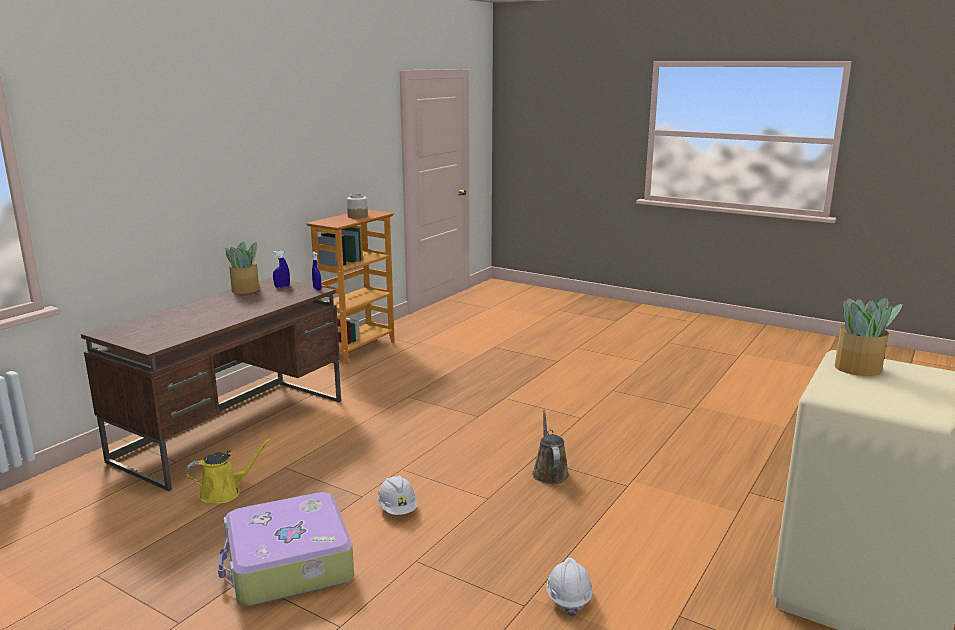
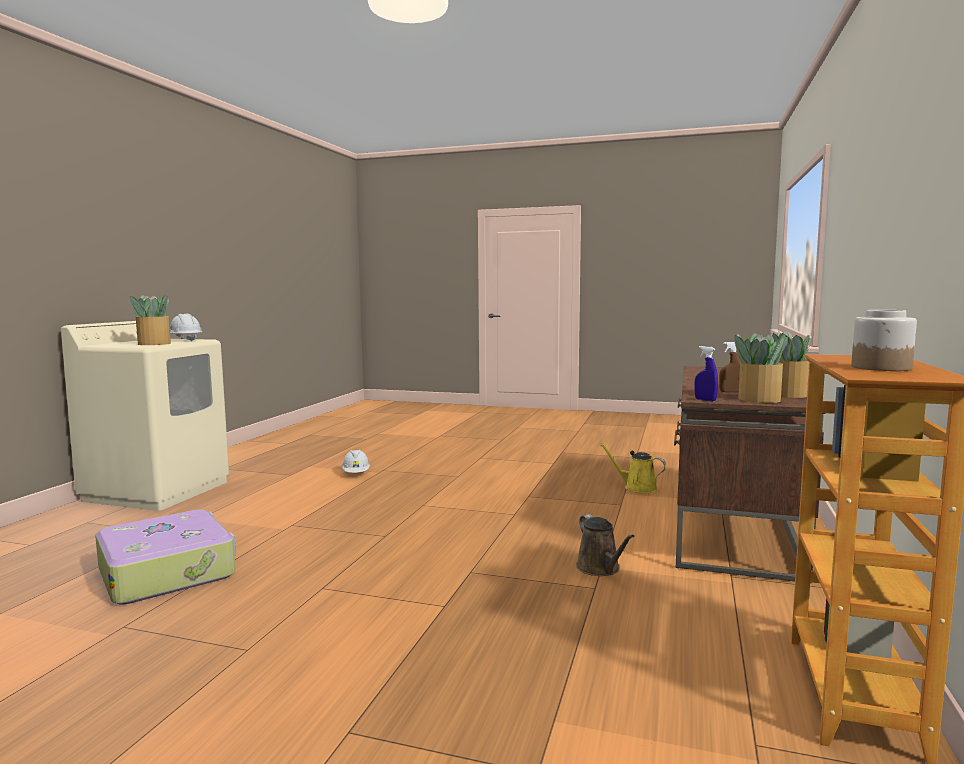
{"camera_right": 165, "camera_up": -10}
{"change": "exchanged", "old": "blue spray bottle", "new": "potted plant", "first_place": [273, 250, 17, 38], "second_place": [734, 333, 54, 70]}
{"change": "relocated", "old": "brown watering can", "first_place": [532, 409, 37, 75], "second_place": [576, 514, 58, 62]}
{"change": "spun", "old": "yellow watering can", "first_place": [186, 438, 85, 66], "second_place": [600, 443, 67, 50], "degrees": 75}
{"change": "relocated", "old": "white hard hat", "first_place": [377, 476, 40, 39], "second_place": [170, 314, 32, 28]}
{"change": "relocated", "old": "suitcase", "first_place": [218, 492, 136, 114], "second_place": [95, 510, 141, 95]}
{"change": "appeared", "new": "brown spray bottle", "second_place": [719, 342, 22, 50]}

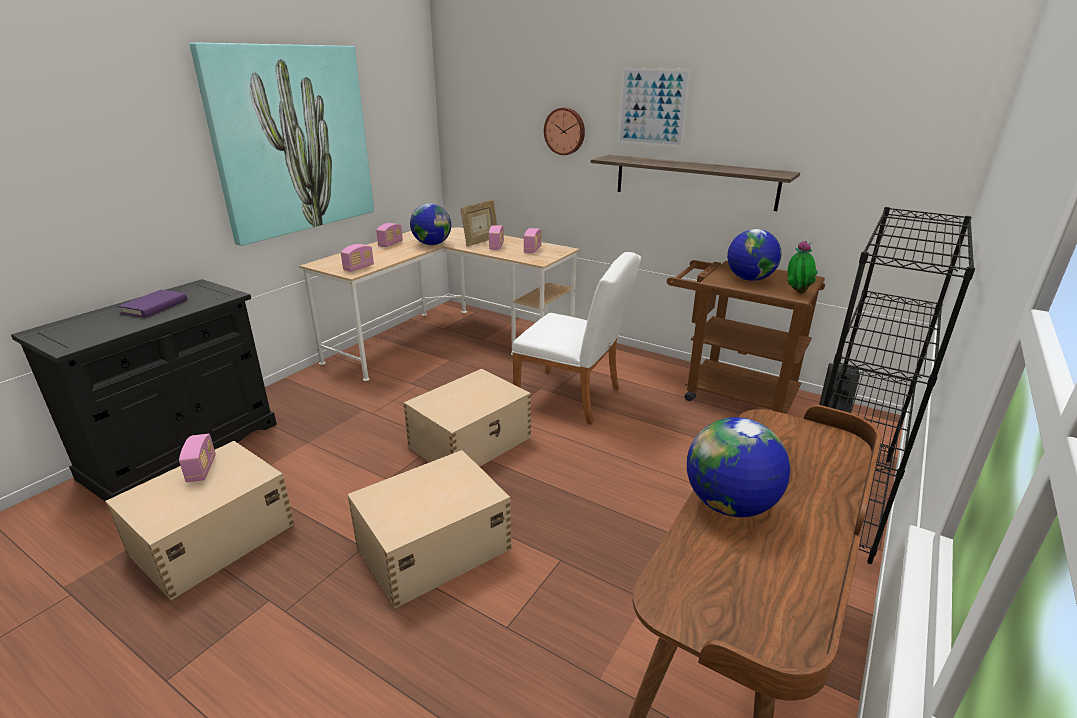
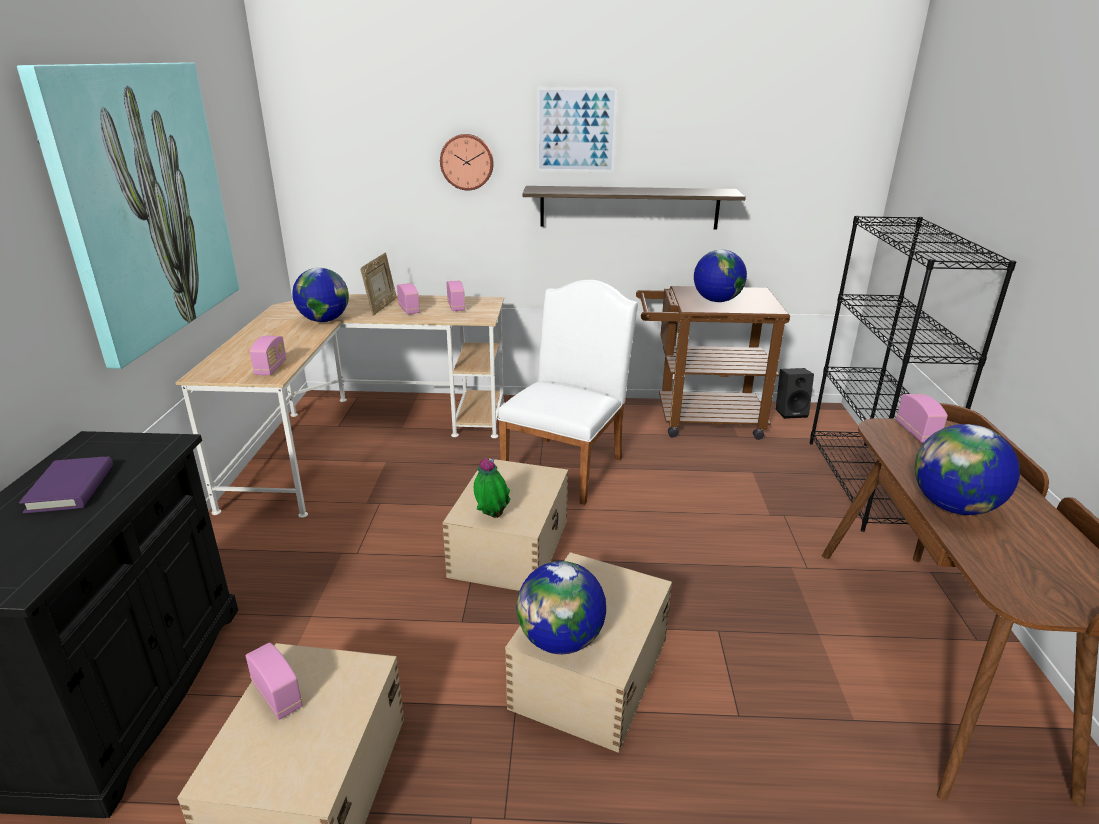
{"camera_right": -30, "camera_up": 0}
{"change": "relocated", "old": "radio", "first_place": [376, 223, 27, 24], "second_place": [896, 394, 52, 49]}
{"change": "relocated", "old": "potted plant", "first_place": [787, 241, 31, 52], "second_place": [474, 458, 37, 60]}
{"change": "spun", "old": "white chair", "first_place": [512, 252, 129, 173], "second_place": [498, 280, 140, 225], "degrees": -60}
{"change": "appeared", "new": "globe", "second_place": [516, 561, 90, 93]}

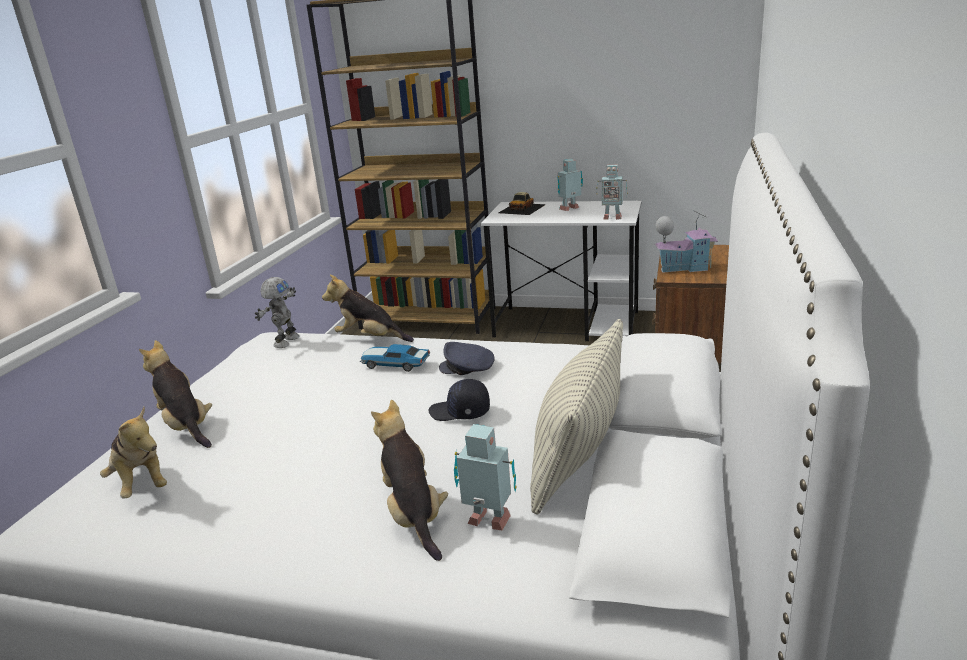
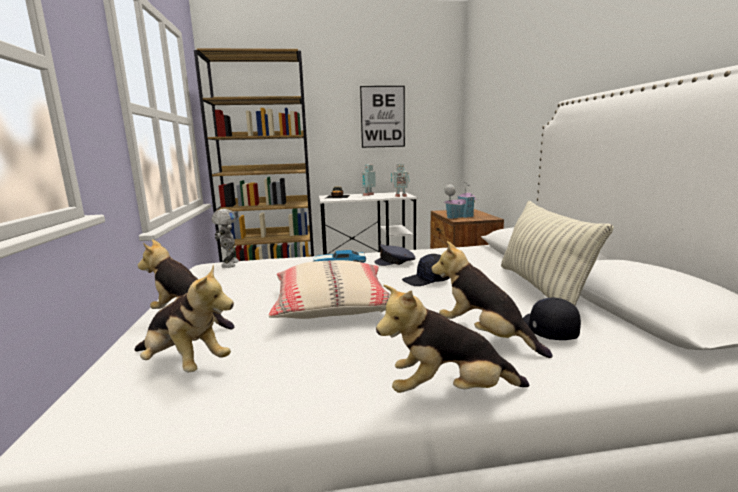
{"camera_right": -25, "camera_up": -10}
{"change": "relocated", "old": "plush toy", "first_place": [322, 275, 92, 67], "second_place": [376, 285, 153, 108]}
{"change": "exchanged", "old": "toy robot", "new": "black cap", "first_place": [454, 424, 62, 107], "second_place": [523, 298, 58, 42]}
{"change": "appeared", "new": "picture", "second_place": [360, 86, 45, 62]}
{"change": "appeared", "new": "beige pillow", "second_place": [269, 260, 122, 59]}

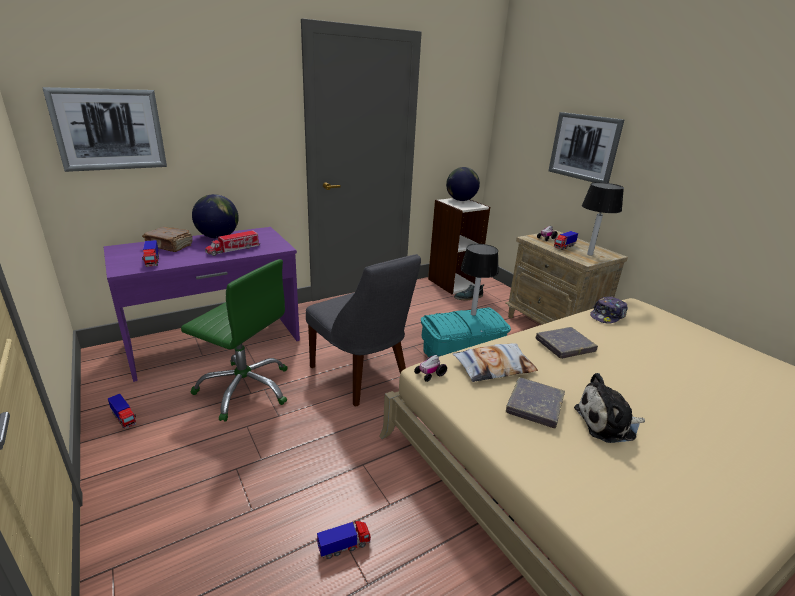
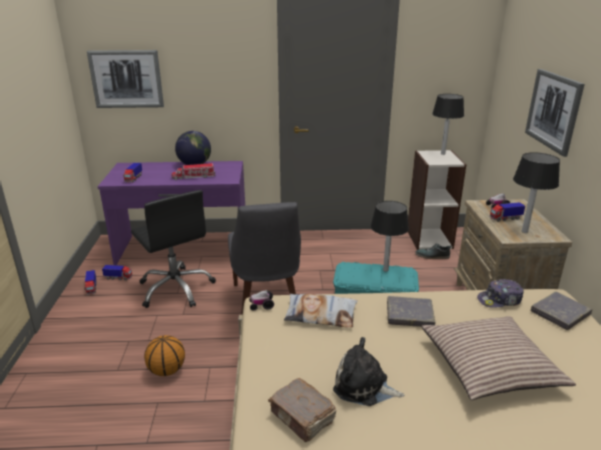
{"camera_right": 30, "camera_up": 0}
{"change": "exchanged", "old": "globe", "new": "table lamp", "first_place": [446, 167, 34, 34], "second_place": [432, 94, 32, 61]}
{"change": "relocated", "old": "brown book", "first_place": [142, 227, 51, 25], "second_place": [268, 378, 68, 64]}
{"change": "colour", "old": "green office chair", "new": "black office chair", "first_place": [181, 259, 107, 162], "second_place": [131, 190, 85, 118]}
{"change": "relocated", "old": "grey book", "first_place": [506, 377, 59, 51], "second_place": [531, 291, 61, 39]}
{"change": "relocated", "old": "toy truck", "first_place": [317, 521, 54, 38], "second_place": [102, 265, 30, 16]}
{"change": "appeared", "new": "pillow", "second_place": [421, 316, 155, 84]}
{"change": "appeared", "new": "basketball", "second_place": [144, 335, 41, 41]}

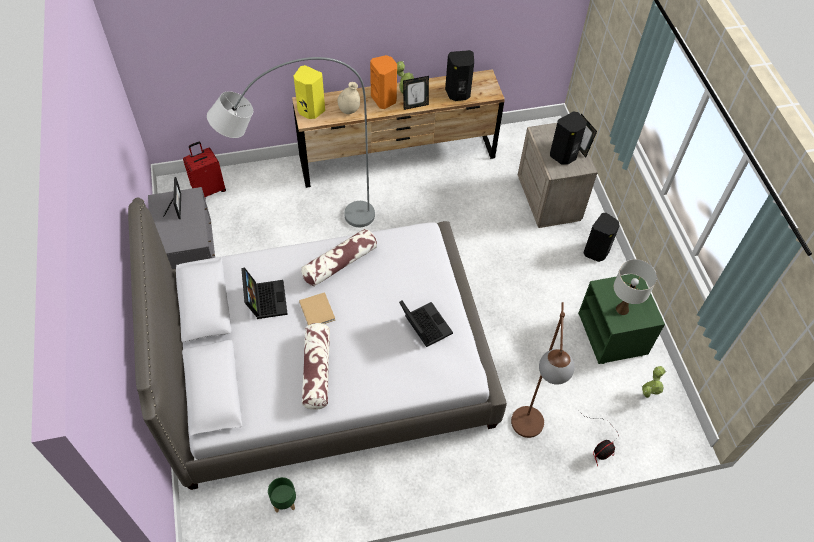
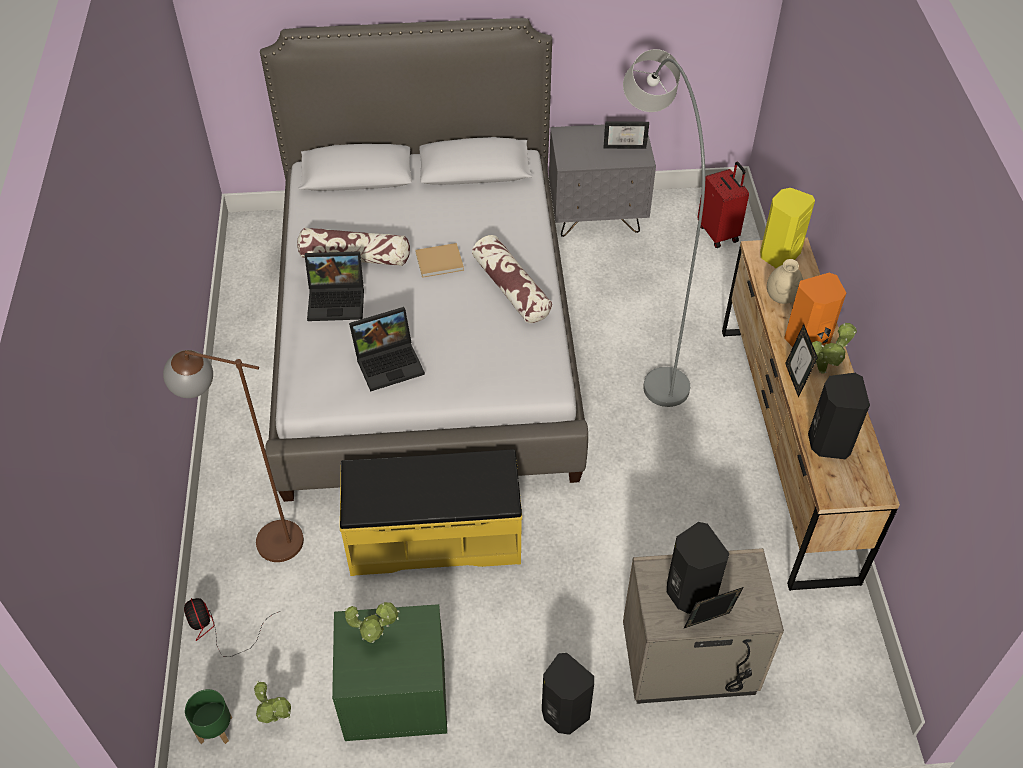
{"camera_right": 100, "camera_up": -5}
{"change": "exchanged", "old": "white table lamp", "new": "potted plant", "first_place": [614, 259, 43, 56], "second_place": [345, 602, 55, 41]}
{"change": "relocated", "old": "laptop", "first_place": [241, 267, 47, 52], "second_place": [305, 251, 59, 70]}
{"change": "relocated", "old": "green planter", "first_place": [268, 477, 28, 36], "second_place": [185, 689, 47, 55]}
{"change": "appeared", "new": "yellow bench", "second_place": [340, 449, 182, 127]}

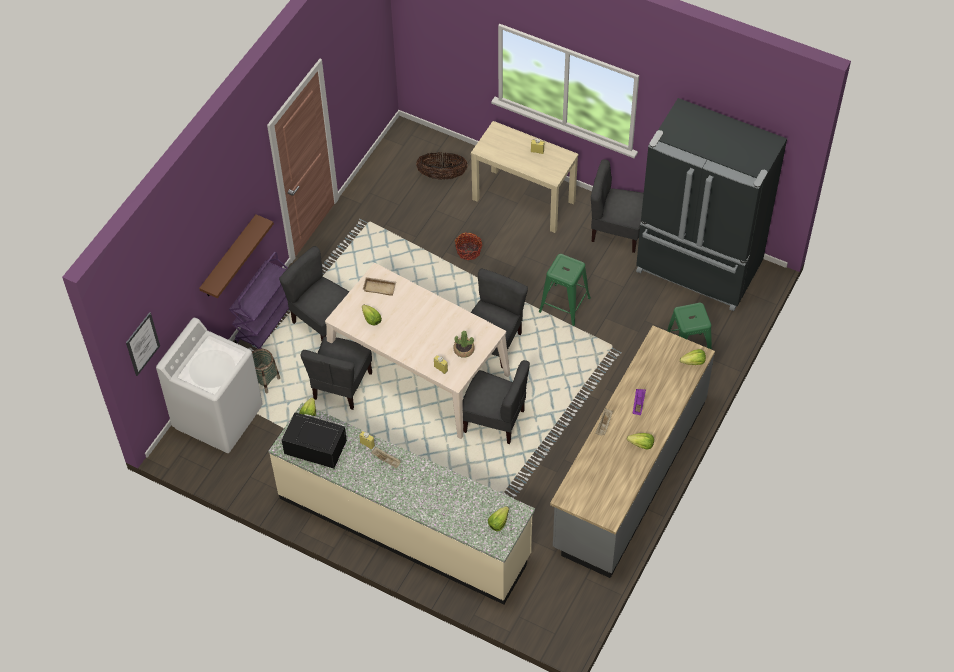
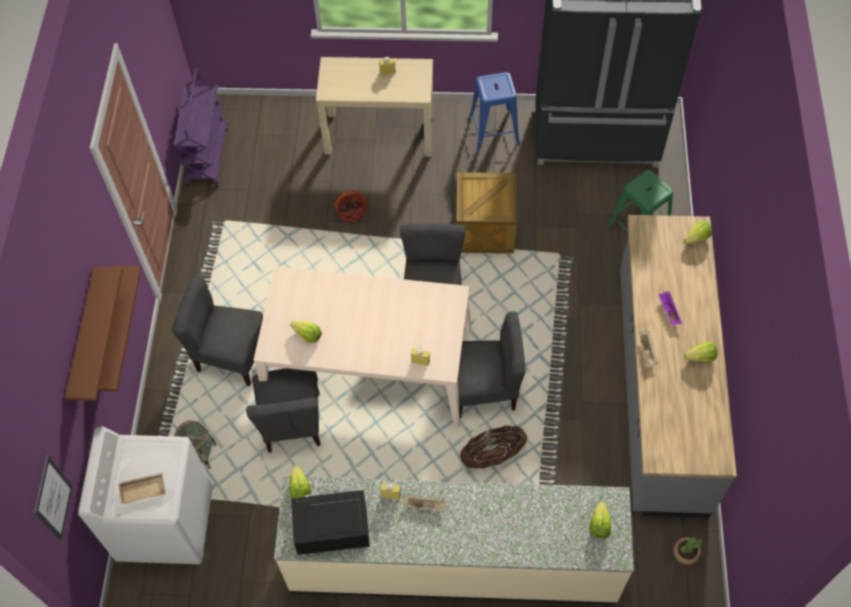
{"camera_right": -25, "camera_up": 5}
{"change": "relocated", "old": "basket", "first_place": [416, 152, 52, 28], "second_place": [460, 425, 67, 44]}
{"change": "exchanged", "old": "grey chair", "new": "blue stool", "first_place": [591, 159, 53, 94], "second_place": [468, 72, 52, 79]}
{"change": "relocated", "old": "purple cart", "first_place": [229, 252, 60, 97], "second_place": [174, 69, 54, 118]}
{"change": "exchanged", "old": "green stool", "new": "crate", "first_place": [539, 254, 52, 72], "second_place": [456, 172, 61, 82]}
{"change": "relocated", "old": "beige tray", "first_place": [363, 277, 33, 19], "second_place": [118, 472, 48, 32]}
{"change": "relocated", "old": "potted plant", "first_place": [453, 331, 22, 27], "second_place": [673, 537, 29, 28]}
{"change": "appeared", "new": "brown shelf", "second_place": [65, 267, 58, 134]}

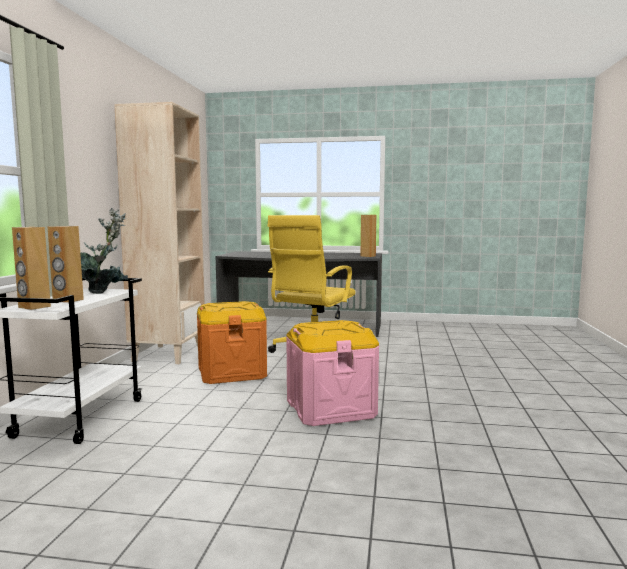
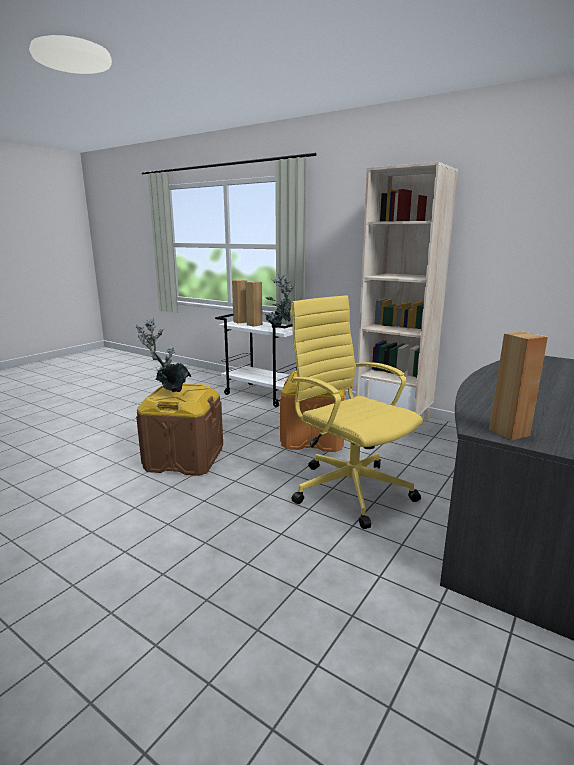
{"camera_right": 115, "camera_up": 10}
{"change": "colour", "old": "pink storage box", "new": "brown storage box", "first_place": [286, 320, 93, 106], "second_place": [136, 384, 87, 92]}
{"change": "appeared", "new": "potted plant", "second_place": [136, 318, 55, 75]}

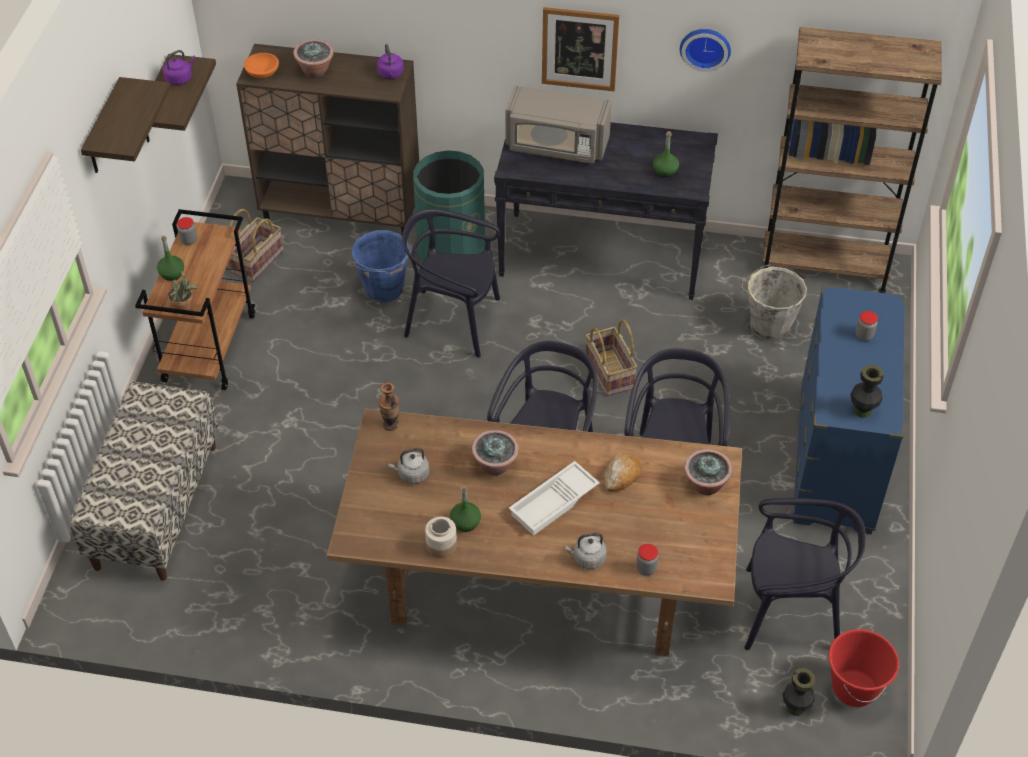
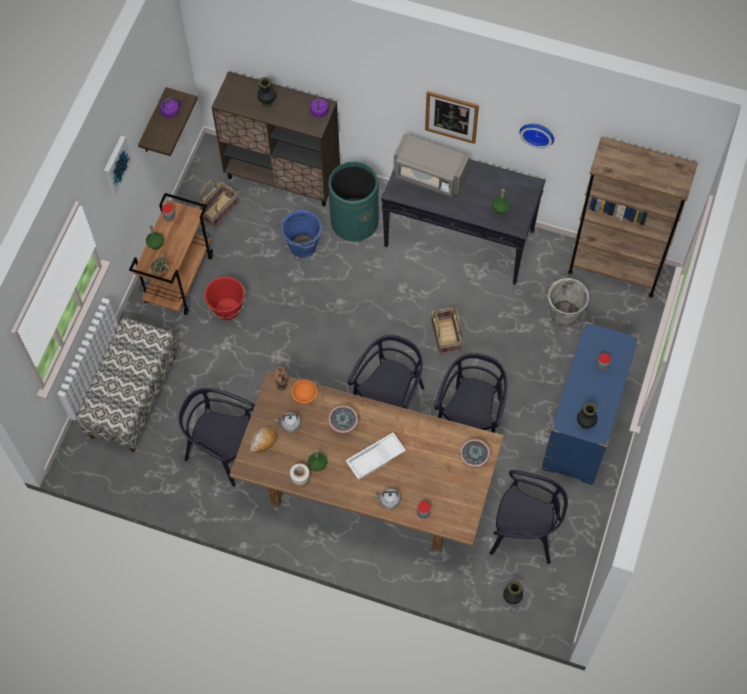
{"camera_right": 10, "camera_up": 15}
{"change": "exchanged", "old": "potted plant", "new": "black vase", "first_place": [293, 39, 41, 39], "second_place": [257, 77, 19, 31]}
{"change": "relocated", "old": "orange bowl", "first_place": [244, 53, 35, 25], "second_place": [291, 380, 26, 24]}
{"change": "exchanged", "old": "shelf", "new": "picture", "first_place": [81, 77, 90, 96], "second_place": [104, 136, 29, 59]}
{"change": "relocated", "old": "black chair", "first_place": [402, 209, 98, 148], "second_place": [179, 388, 76, 99]}
{"change": "relocated", "old": "bread", "first_place": [605, 453, 37, 38], "second_place": [250, 427, 26, 26]}
{"change": "relocated", "old": "red bucket", "first_place": [828, 629, 71, 78], "second_place": [204, 277, 41, 43]}

